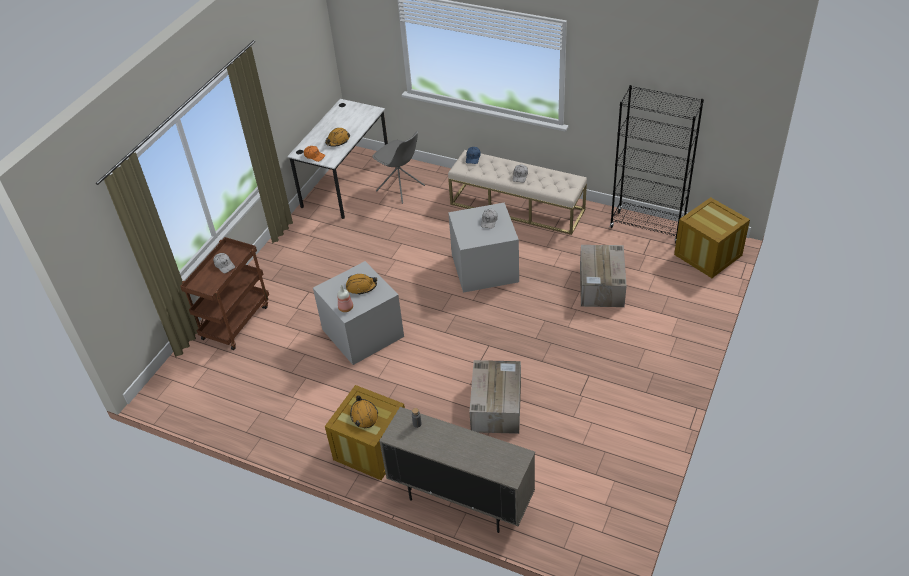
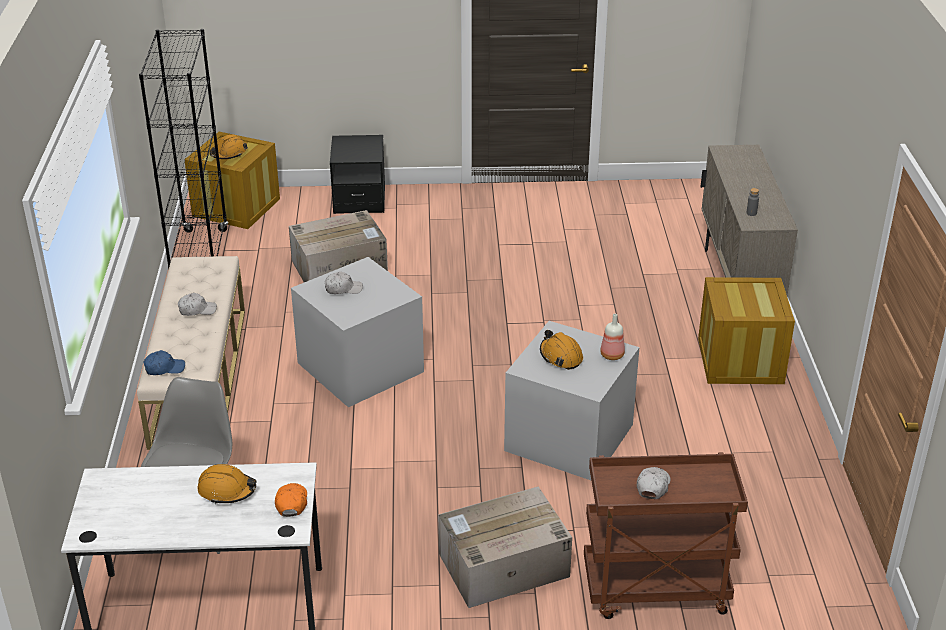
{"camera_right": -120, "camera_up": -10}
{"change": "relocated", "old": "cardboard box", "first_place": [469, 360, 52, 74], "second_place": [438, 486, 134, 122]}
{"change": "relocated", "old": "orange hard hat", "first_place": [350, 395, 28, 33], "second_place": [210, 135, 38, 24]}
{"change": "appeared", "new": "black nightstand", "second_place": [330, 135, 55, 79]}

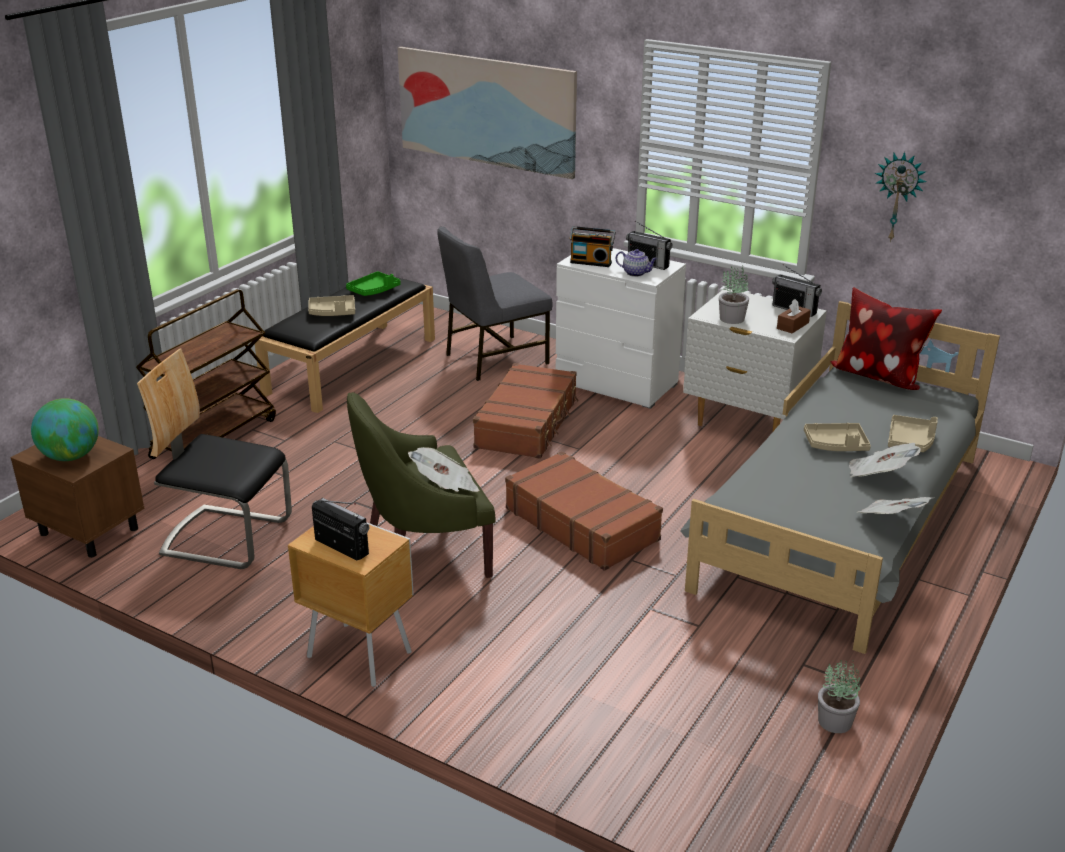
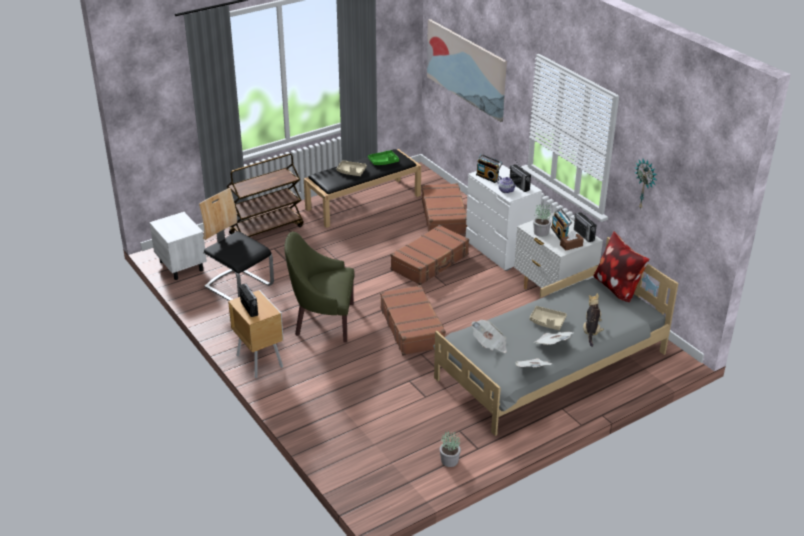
{"camera_right": 25, "camera_up": 5}
{"change": "exchanged", "old": "grey chair", "new": "brown suitcase", "first_place": [437, 226, 116, 155], "second_place": [422, 183, 45, 51]}
{"change": "missing", "old": "globe", "first_place": [31, 398, 68, 63]}
{"change": "exchanged", "old": "beige tray", "new": "plush toy", "first_place": [888, 415, 50, 37], "second_place": [583, 293, 21, 54]}
{"change": "colour", "old": "brown nightstand", "new": "white nightstand", "first_place": [11, 436, 134, 122], "second_place": [149, 212, 58, 68]}
{"change": "relocated", "old": "newspaper", "first_place": [408, 447, 71, 45], "second_place": [471, 320, 36, 33]}
{"change": "appeared", "new": "radio", "second_place": [551, 208, 21, 32]}

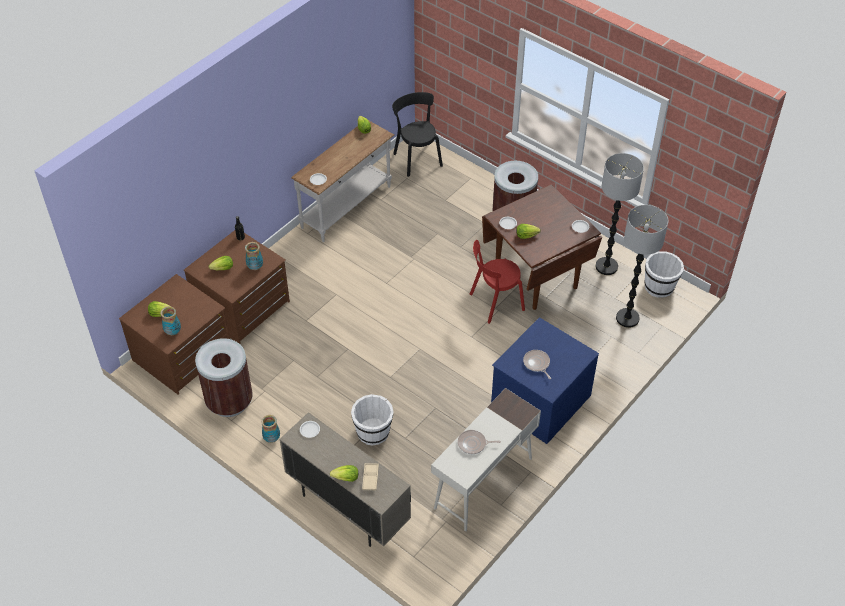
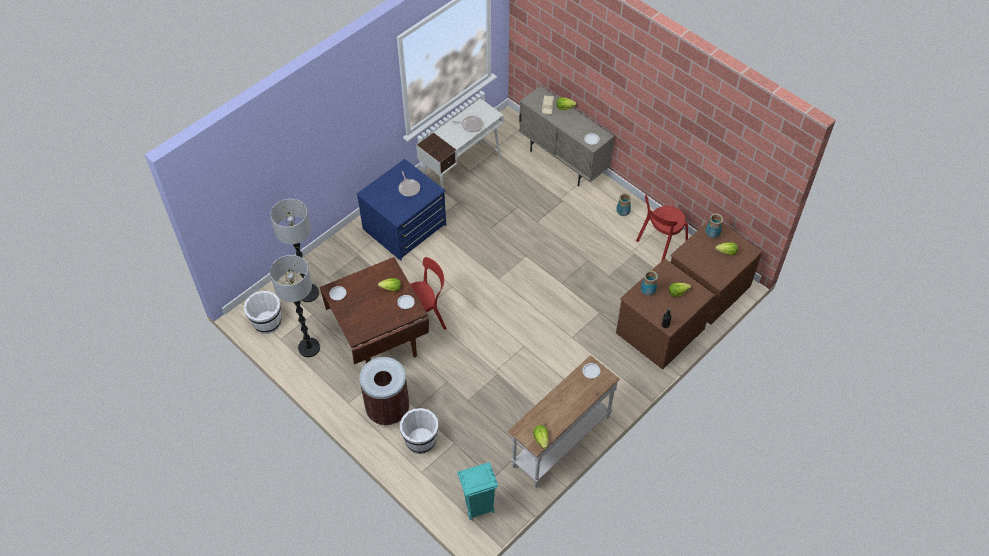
{"camera_right": -175, "camera_up": 5}
{"change": "exchanged", "old": "black chair", "new": "turquoise trash can", "first_place": [392, 92, 51, 85], "second_place": [457, 462, 41, 58]}
{"change": "exchanged", "old": "brown trash can", "new": "red chair", "first_place": [195, 338, 58, 79], "second_place": [636, 195, 52, 66]}
{"change": "relocated", "old": "white bucket", "first_place": [351, 394, 43, 52], "second_place": [400, 408, 38, 46]}

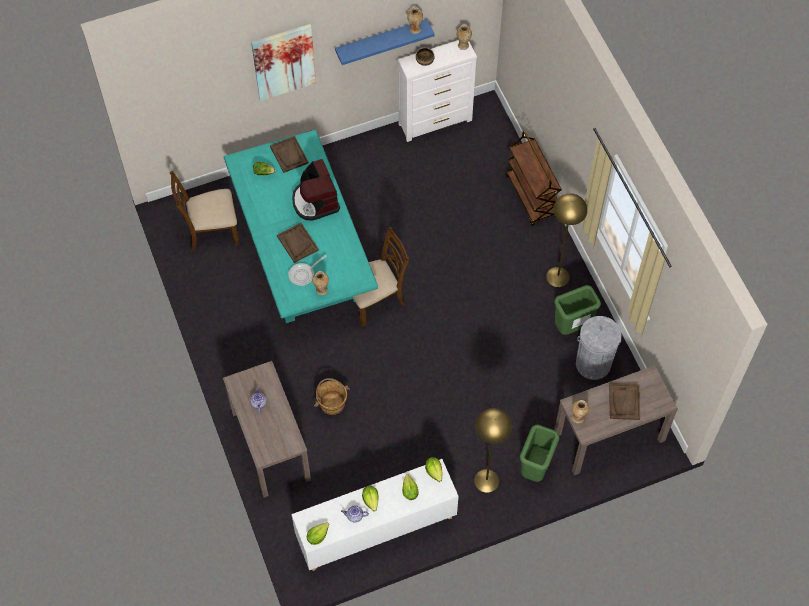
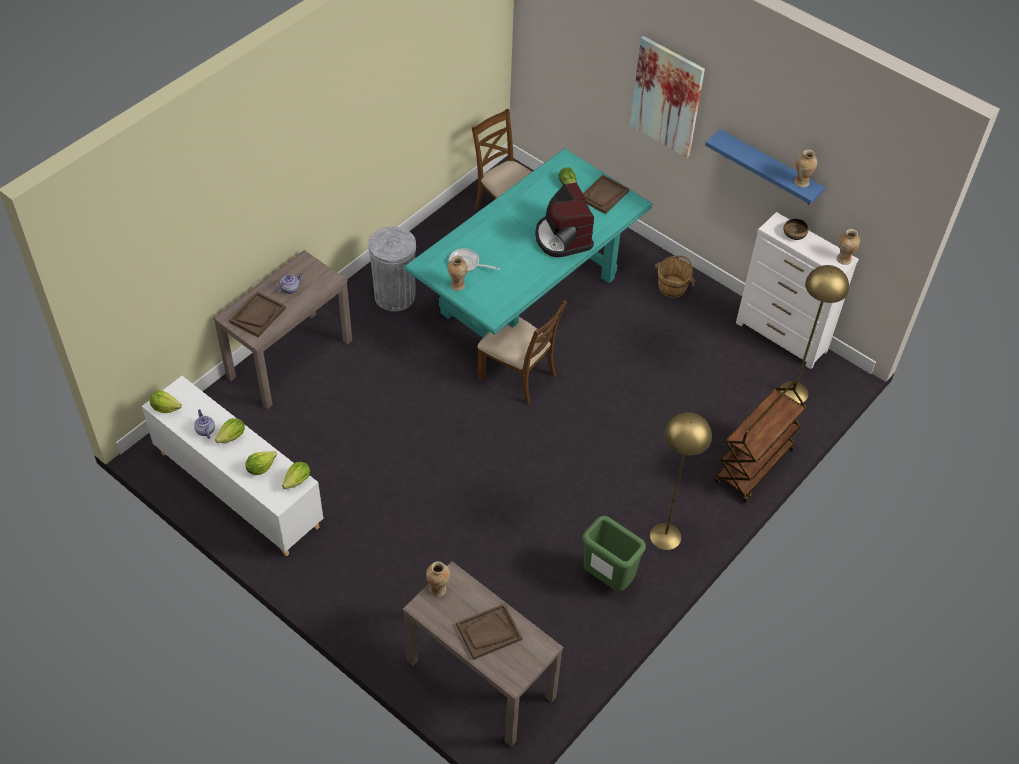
{"camera_right": 60, "camera_up": -10}
{"change": "spun", "old": "coffee machine", "first_place": [292, 159, 48, 62], "second_place": [535, 182, 59, 75], "degrees": -60}
{"change": "relocated", "old": "brown tray", "first_place": [277, 223, 42, 40], "second_place": [229, 292, 57, 45]}
{"change": "relocated", "old": "grey trash can", "first_place": [576, 316, 45, 64], "second_place": [368, 226, 48, 86]}
{"change": "relocated", "old": "brown bucket", "first_place": [314, 378, 36, 37], "second_place": [655, 255, 40, 43]}
{"change": "relocated", "old": "yellow floor lamp", "first_place": [474, 408, 38, 85], "second_place": [779, 265, 70, 139]}
{"change": "missing", "old": "green trash can", "first_place": [520, 425, 40, 57]}

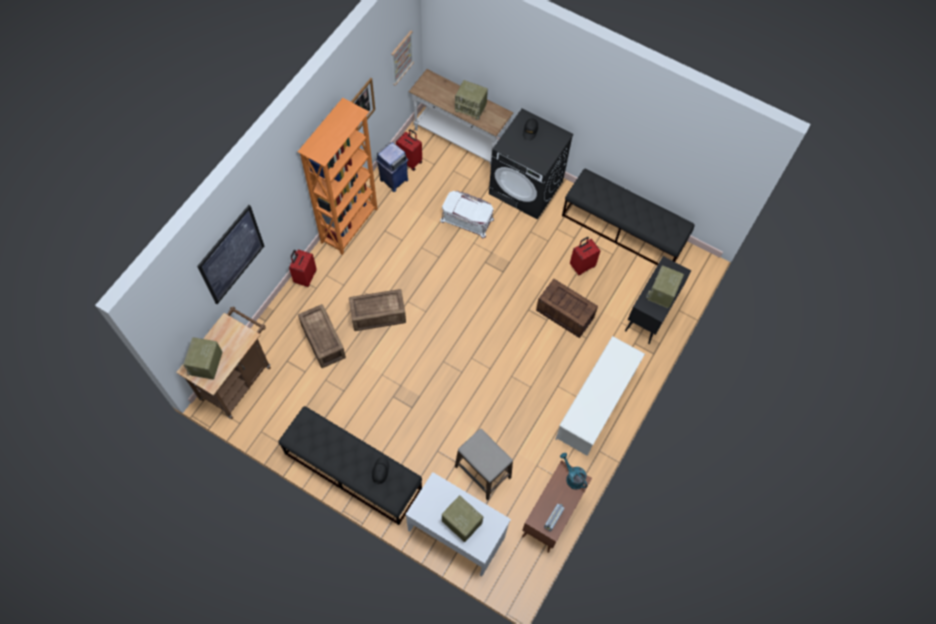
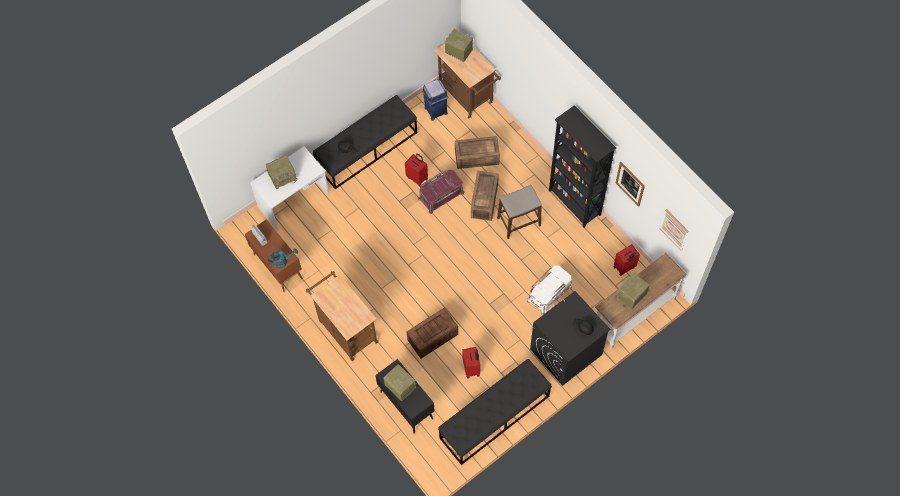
{"camera_right": 115, "camera_up": 0}
{"change": "colour", "old": "orange bookcase", "new": "black bookcase", "first_place": [298, 98, 80, 157], "second_place": [549, 105, 67, 123]}
{"change": "relocated", "old": "blue trash can", "first_place": [376, 142, 32, 50], "second_place": [422, 79, 26, 42]}
{"change": "missing", "old": "picture", "first_place": [197, 205, 67, 99]}
{"change": "relocated", "old": "red suitcase", "first_place": [289, 249, 28, 38], "second_place": [405, 153, 23, 33]}
{"change": "exchanged", "old": "white shoe rack", "new": "brown cart", "first_place": [555, 336, 90, 120], "second_place": [306, 271, 73, 90]}
{"change": "relocated", "old": "stool", "first_place": [455, 429, 58, 71], "second_place": [497, 185, 44, 54]}
{"change": "appeared", "new": "red storage box", "second_place": [418, 169, 46, 45]}

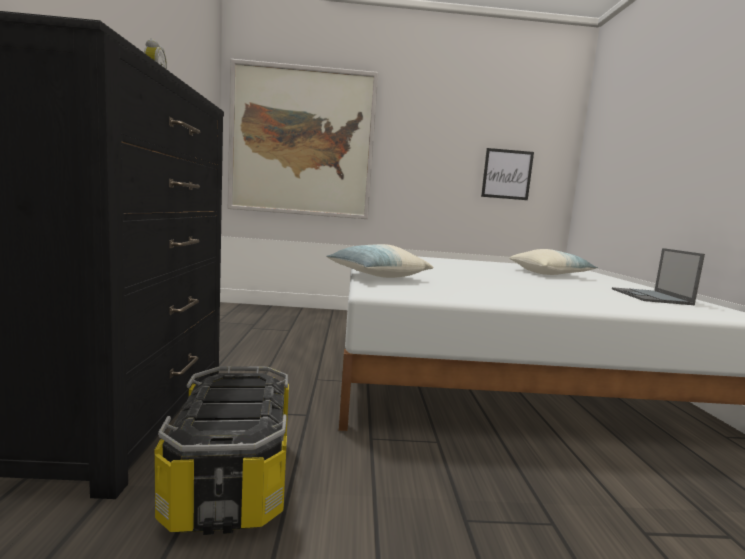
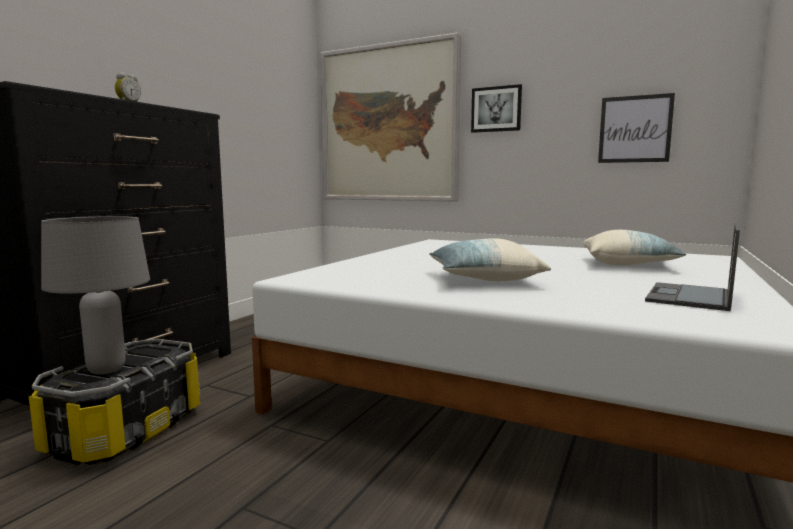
{"camera_right": 30, "camera_up": 0}
{"change": "relocated", "old": "pillow", "first_place": [326, 244, 108, 34], "second_place": [429, 238, 122, 43]}
{"change": "appeared", "new": "picture", "second_place": [471, 84, 51, 49]}
{"change": "appeared", "new": "grey table lamp", "second_place": [41, 216, 109, 158]}

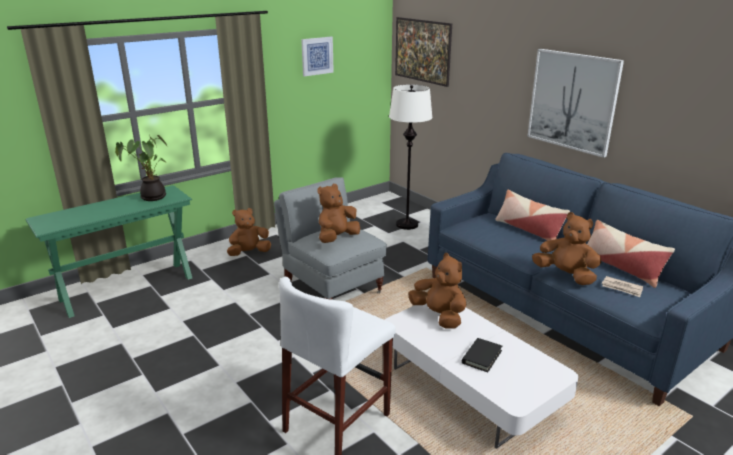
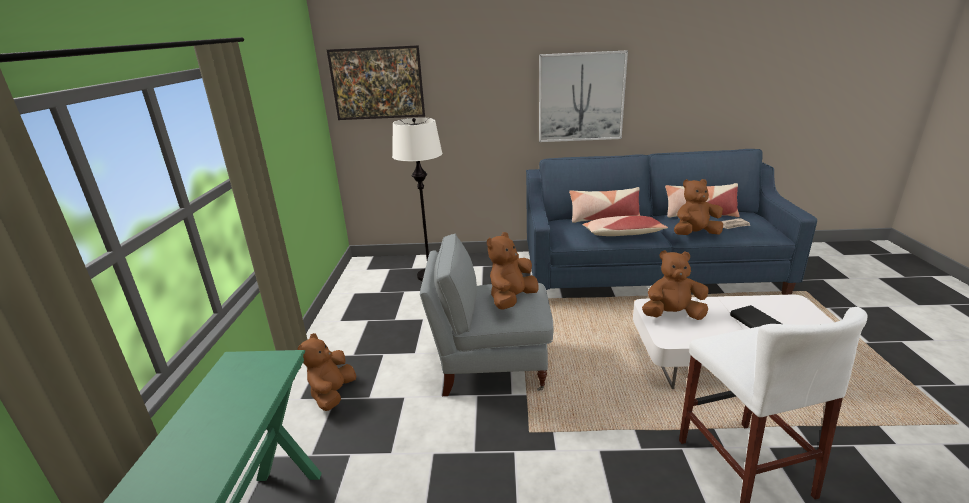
{"camera_right": -50, "camera_up": 0}
{"change": "missing", "old": "picture", "first_place": [301, 37, 33, 40]}
{"change": "missing", "old": "potted plant", "first_place": [115, 135, 52, 66]}
{"change": "spun", "old": "brown plush toy", "first_place": [318, 184, 42, 59], "second_place": [487, 232, 51, 78], "degrees": 45}
{"change": "appeared", "new": "pillow", "second_place": [582, 216, 86, 20]}

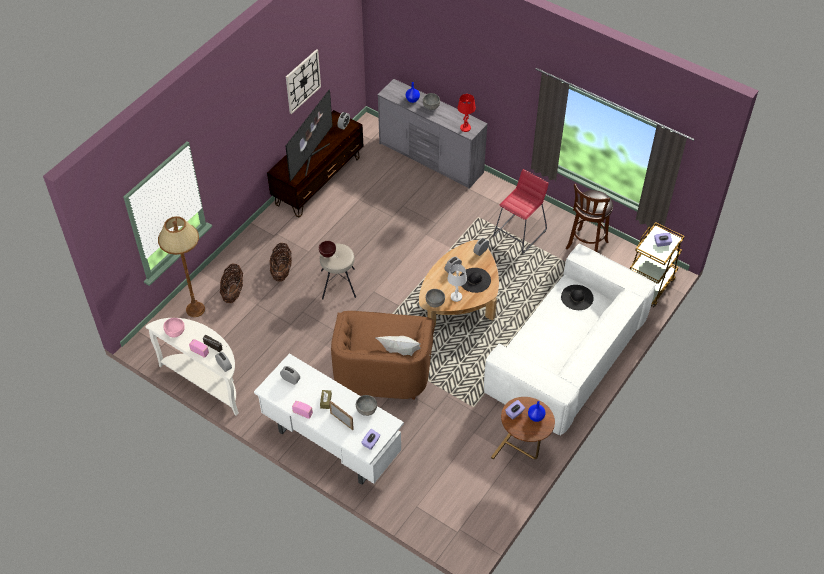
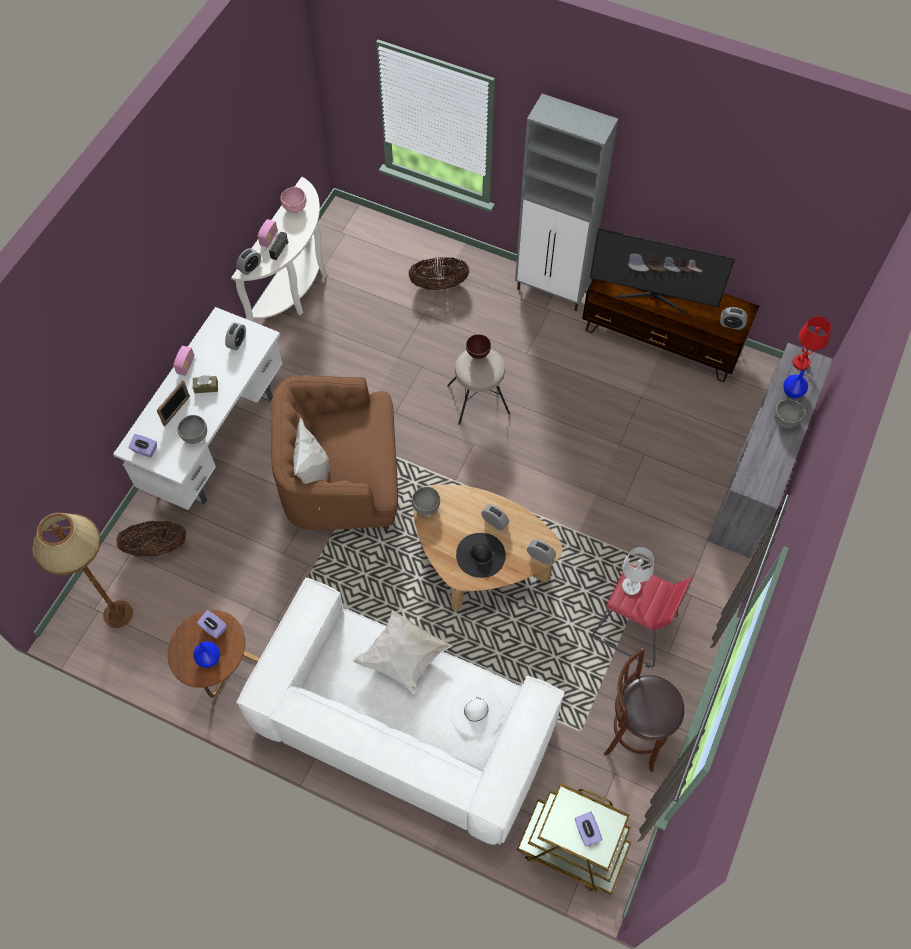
{"camera_right": 80, "camera_up": 10}
{"change": "missing", "old": "wall clock", "first_place": [286, 49, 35, 65]}
{"change": "relocated", "old": "red table lamp", "first_place": [458, 94, 18, 38], "second_place": [793, 316, 38, 54]}
{"change": "relocated", "old": "brown floor lamp", "first_place": [158, 216, 47, 101], "second_place": [32, 513, 101, 115]}
{"change": "relocated", "old": "basket", "first_place": [270, 243, 22, 39], "second_place": [116, 521, 70, 35]}
{"change": "relocated", "old": "white table lamp", "first_place": [448, 264, 19, 38], "second_place": [622, 547, 32, 48]}
{"change": "colour", "old": "black hat", "new": "white hat", "first_place": [561, 285, 33, 25], "second_place": [450, 685, 53, 52]}
{"change": "appeared", "new": "grey cabinet", "second_place": [515, 94, 103, 217]}
{"change": "appeared", "new": "white pillow", "second_place": [352, 610, 101, 84]}

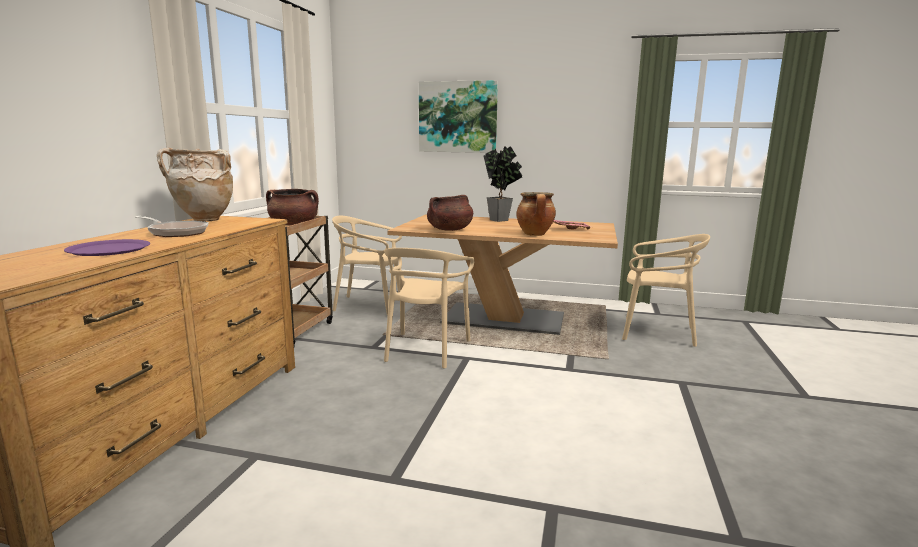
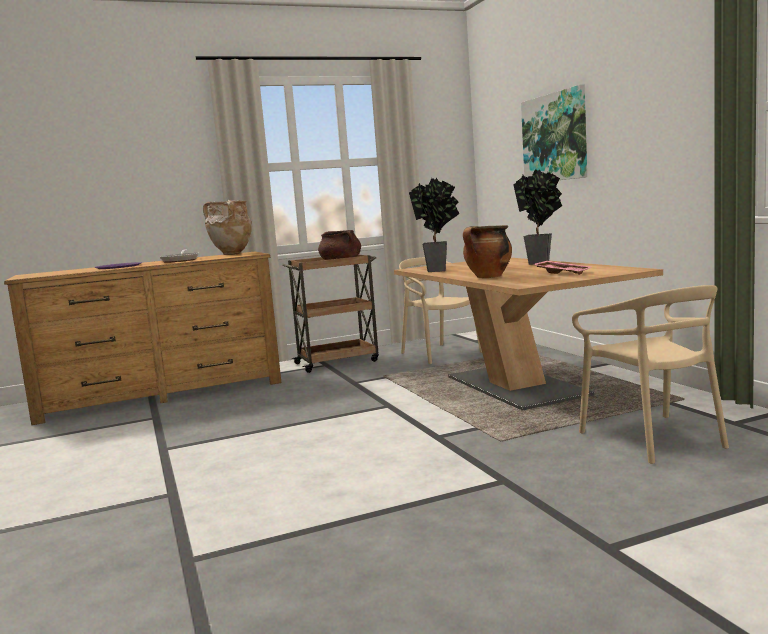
{"camera_right": 55, "camera_up": -5}
{"change": "exchanged", "old": "brown cooking pot", "new": "potted plant", "first_place": [427, 195, 46, 36], "second_place": [409, 178, 51, 94]}
{"change": "missing", "old": "beige chair", "first_place": [384, 248, 90, 120]}

